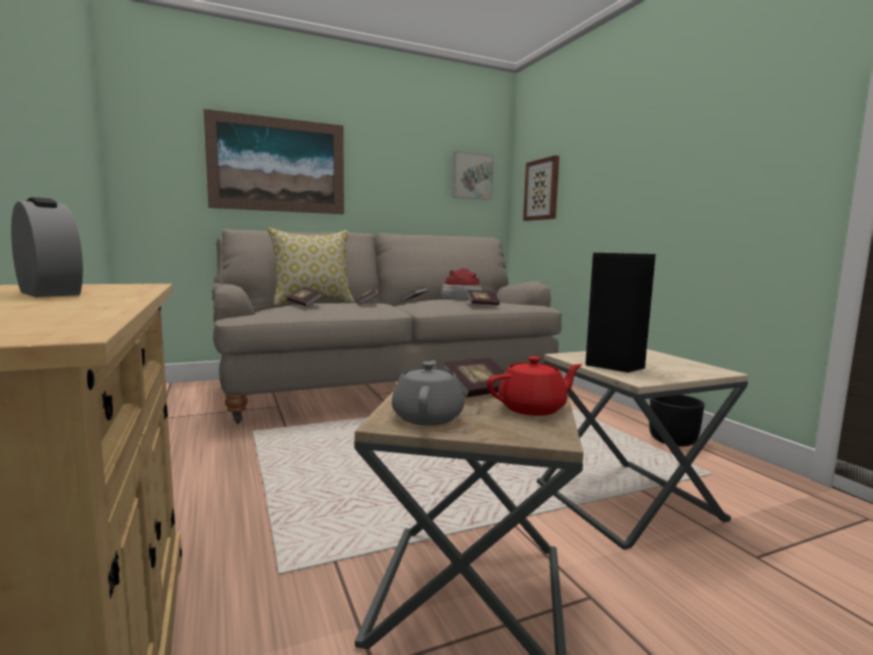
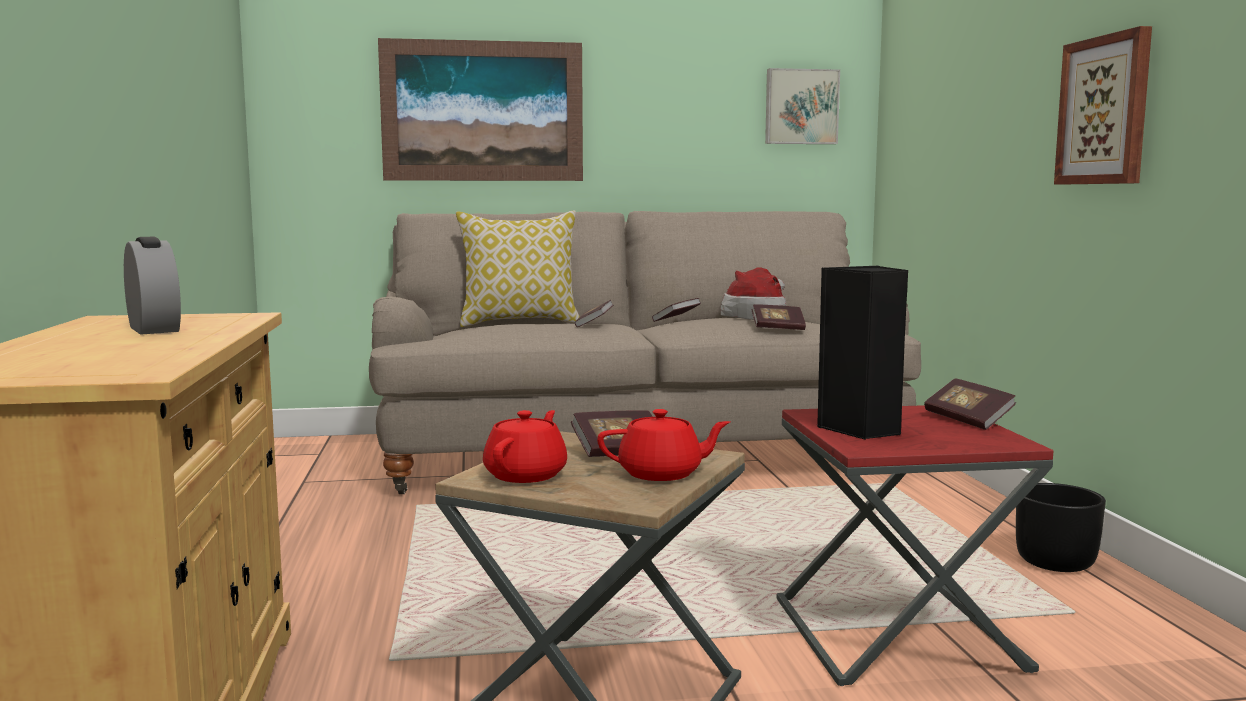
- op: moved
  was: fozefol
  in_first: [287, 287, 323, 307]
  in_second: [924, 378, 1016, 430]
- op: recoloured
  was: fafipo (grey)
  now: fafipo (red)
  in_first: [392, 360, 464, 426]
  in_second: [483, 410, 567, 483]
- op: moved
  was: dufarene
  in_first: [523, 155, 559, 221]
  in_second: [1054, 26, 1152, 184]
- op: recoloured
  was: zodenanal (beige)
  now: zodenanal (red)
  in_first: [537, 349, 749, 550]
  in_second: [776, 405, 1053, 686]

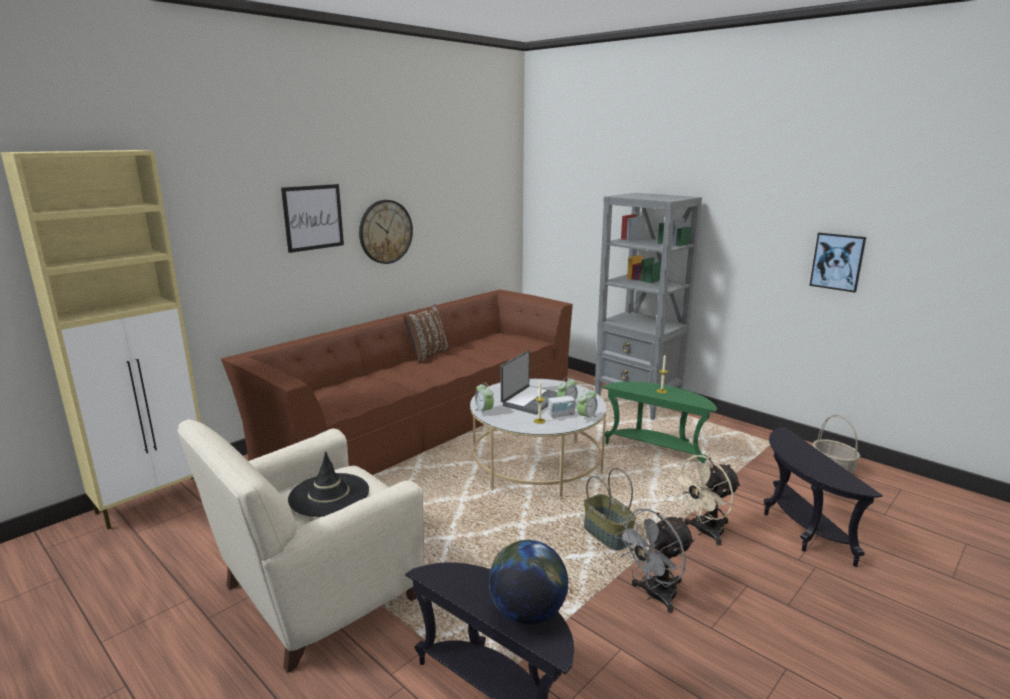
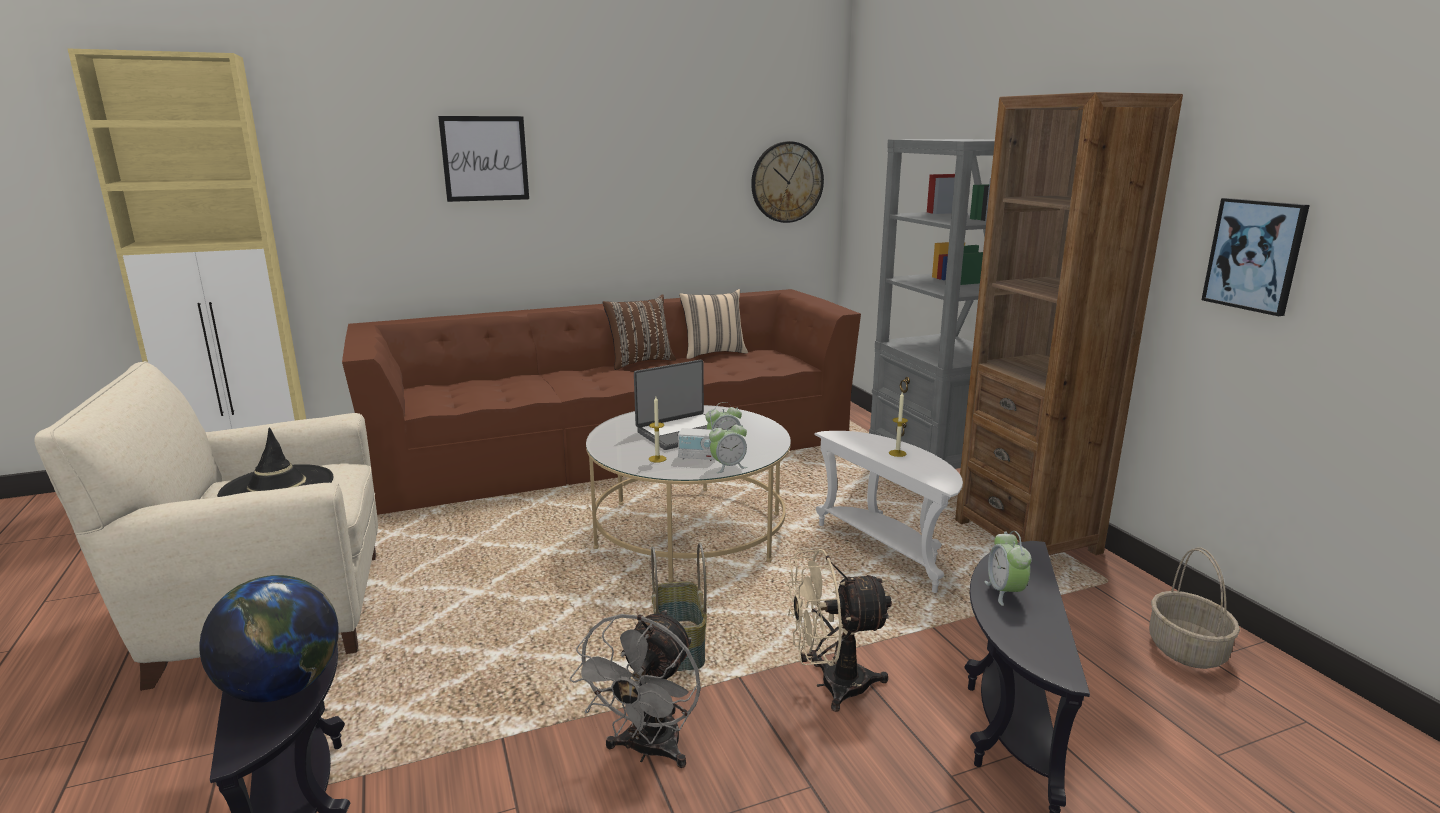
- op: moved
  was: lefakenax
  in_first: [359, 200, 413, 264]
  in_second: [751, 141, 824, 223]
- op: moved
  was: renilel
  in_first: [475, 382, 494, 417]
  in_second: [985, 531, 1031, 606]
- op: recoloured
  was: zodenanal (green)
  now: zodenanal (white)
  in_first: [603, 382, 717, 463]
  in_second: [814, 431, 963, 593]
- op: turned
  was: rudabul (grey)
  in_first: [615, 508, 695, 613]
  in_second: [570, 610, 701, 768]
  clockwise: -60
- op: added
  now: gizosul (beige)
  in_second: [679, 289, 748, 359]
- op: added
  now: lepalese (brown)
  in_second: [955, 92, 1183, 555]

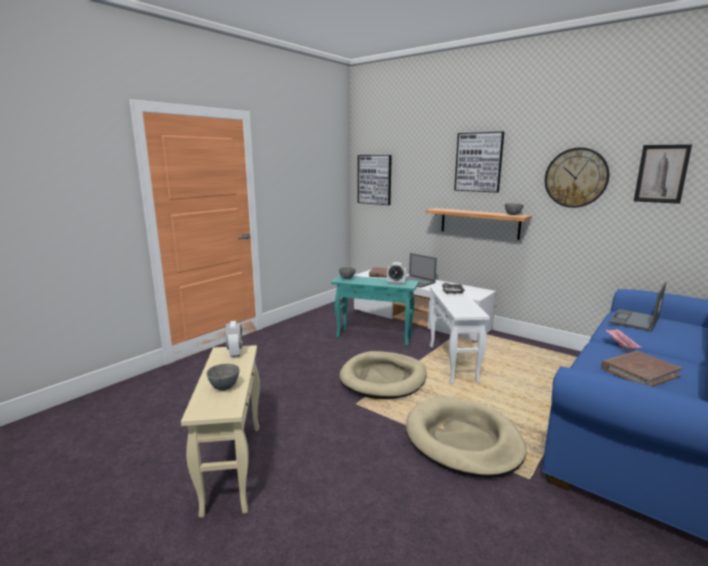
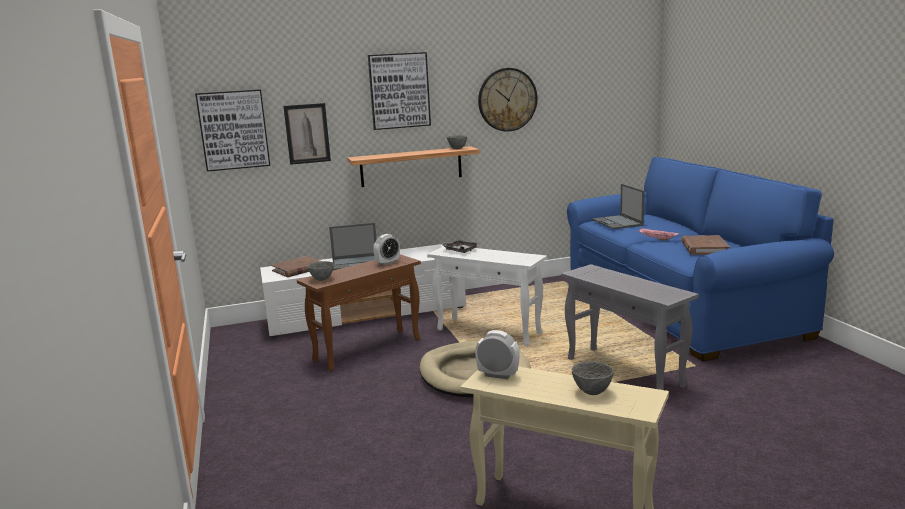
- op: recoloured
  was: zodenanal (turquoise)
  now: zodenanal (brown)
  in_first: [331, 275, 419, 346]
  in_second: [297, 254, 421, 371]
- op: replaced
  was: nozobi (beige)
  now: zodenanal (grey)
  in_first: [406, 396, 527, 478]
  in_second: [561, 264, 699, 390]
- op: moved
  was: dufarene
  in_first: [634, 144, 692, 204]
  in_second: [283, 103, 331, 165]

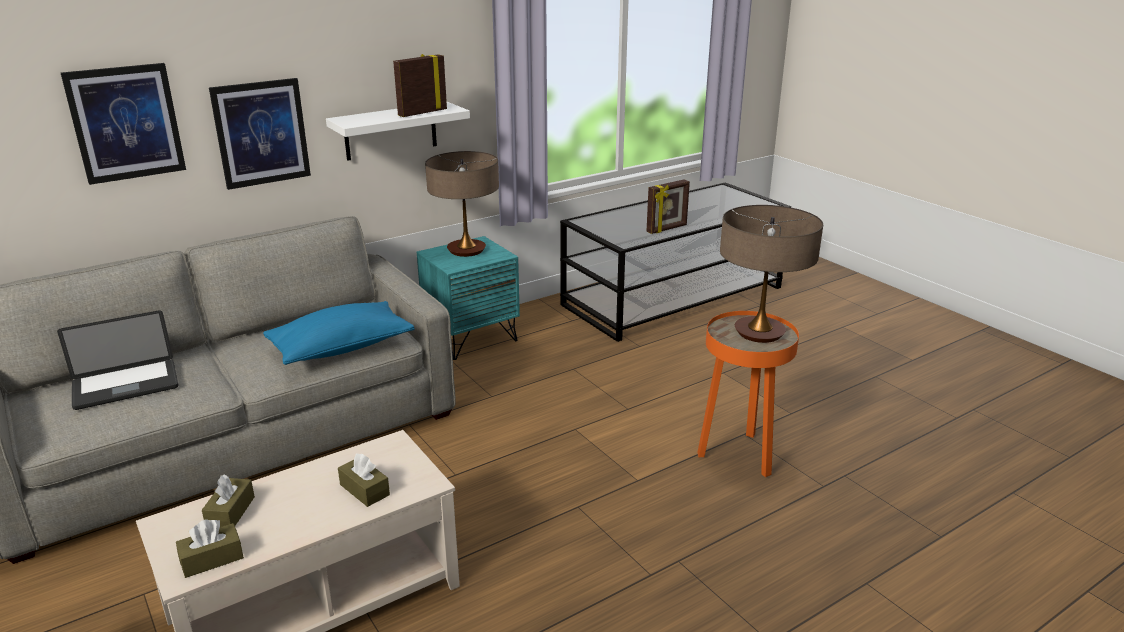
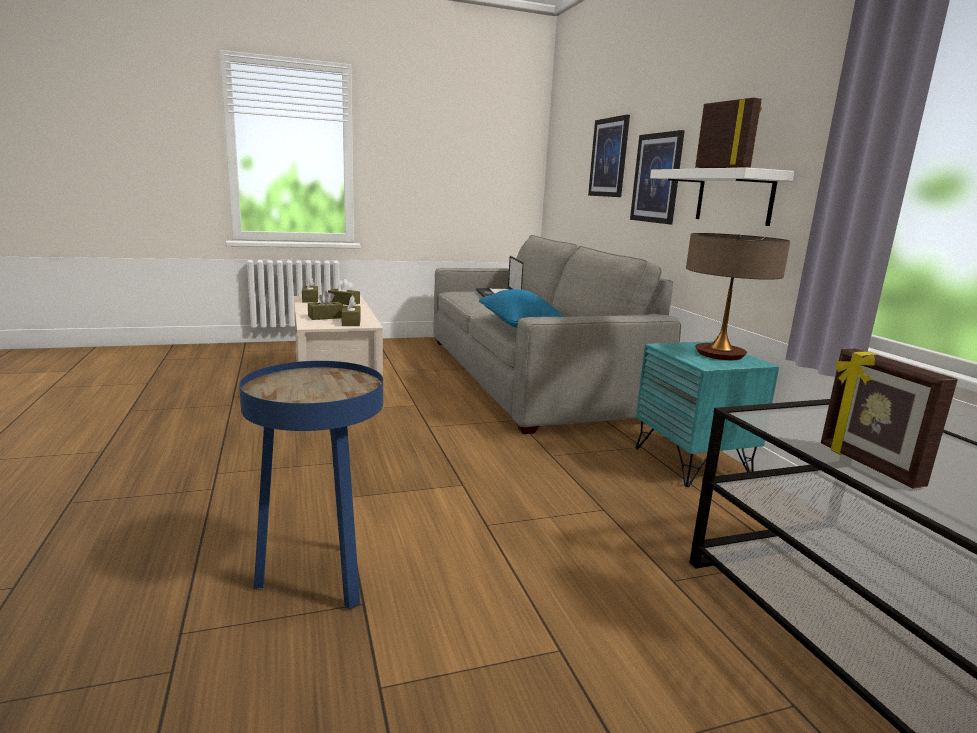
- op: recoloured
  was: zodenanal (orange)
  now: zodenanal (blue)
  in_first: [697, 311, 799, 477]
  in_second: [239, 361, 383, 610]
- op: removed
  was: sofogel
  in_first: [720, 205, 823, 343]
- op: added
  now: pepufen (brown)
  in_second: [341, 295, 361, 326]

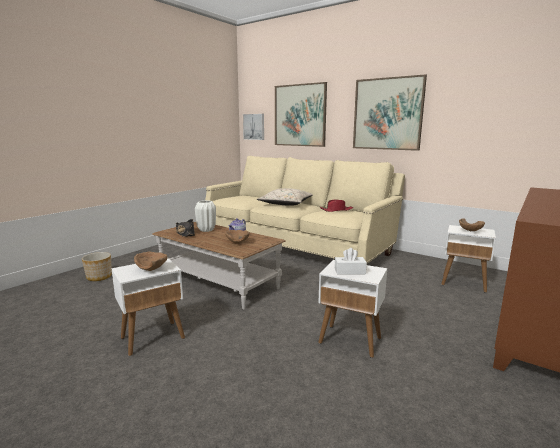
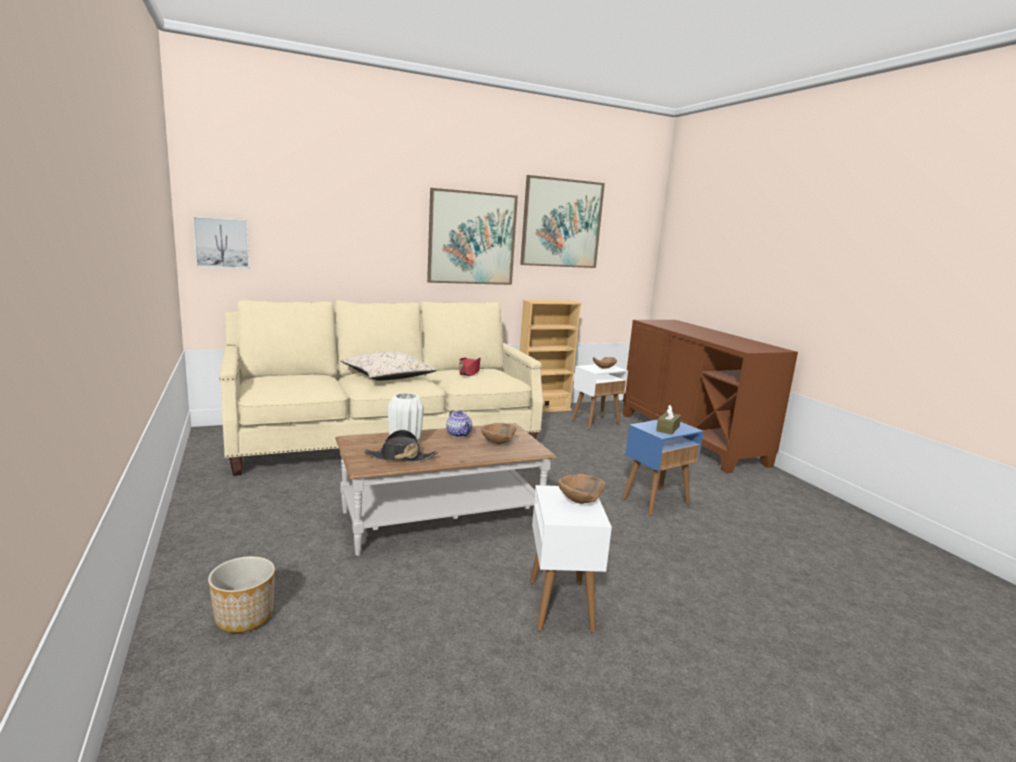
- op: moved
  was: dufarene
  in_first: [275, 82, 327, 147]
  in_second: [520, 175, 605, 268]
- op: recoloured
  was: zodenanal (white)
  now: zodenanal (blue)
  in_first: [318, 260, 387, 358]
  in_second: [622, 420, 704, 515]
- op: recoloured
  was: pepufen (white)
  now: pepufen (brown)
  in_first: [335, 248, 367, 275]
  in_second: [656, 405, 681, 435]
- op: added
  now: lepalese (beige)
  in_second: [520, 300, 582, 413]

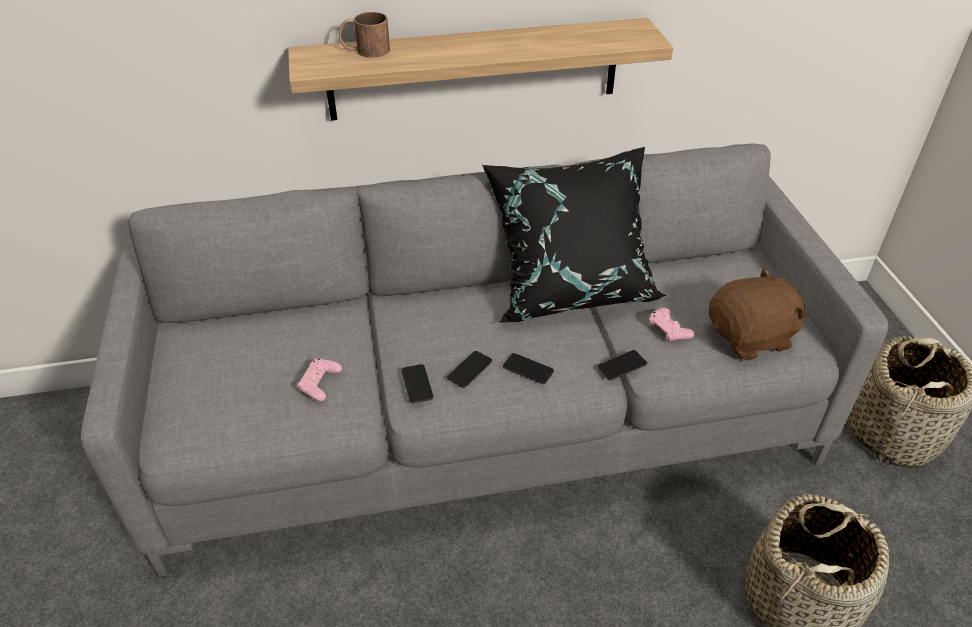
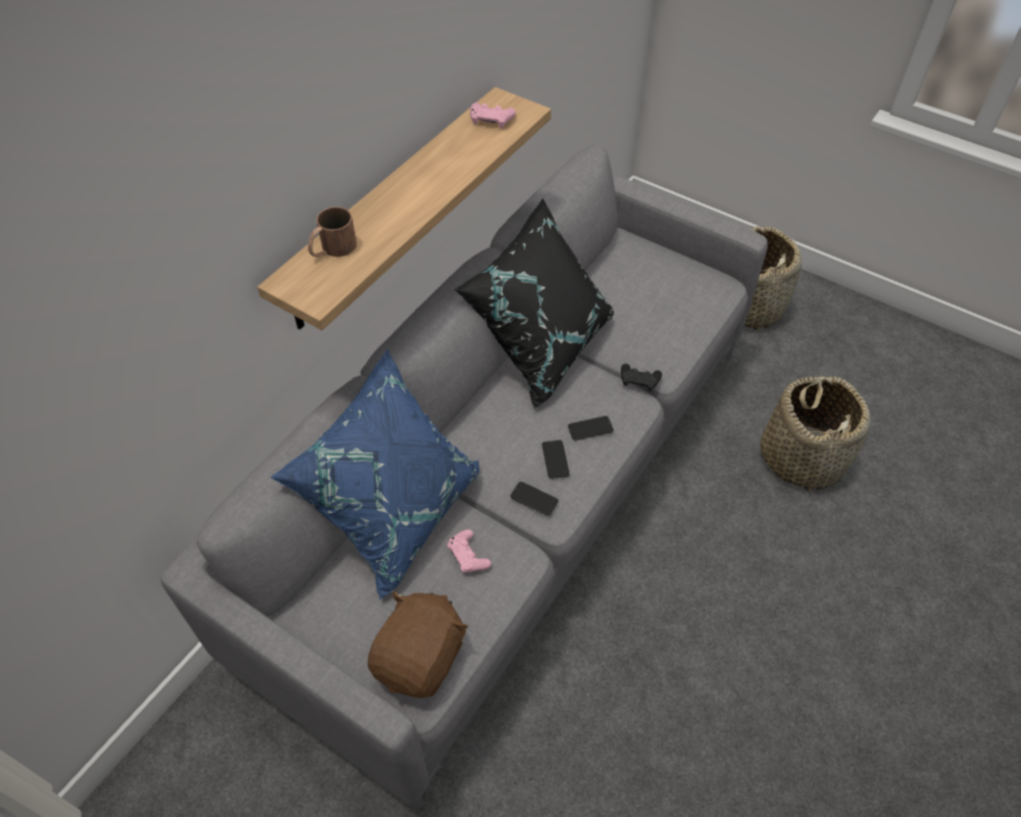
- op: replaced
  was: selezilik
  now: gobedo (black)
  in_first: [597, 350, 647, 380]
  in_second: [621, 363, 662, 391]
- op: moved
  was: gobedo (pink)
  in_first: [649, 308, 695, 342]
  in_second: [470, 103, 516, 129]
- op: moved
  was: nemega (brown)
  in_first: [709, 268, 808, 361]
  in_second: [368, 591, 468, 698]
- op: added
  now: gizosul (blue)
  in_second: [270, 349, 479, 600]

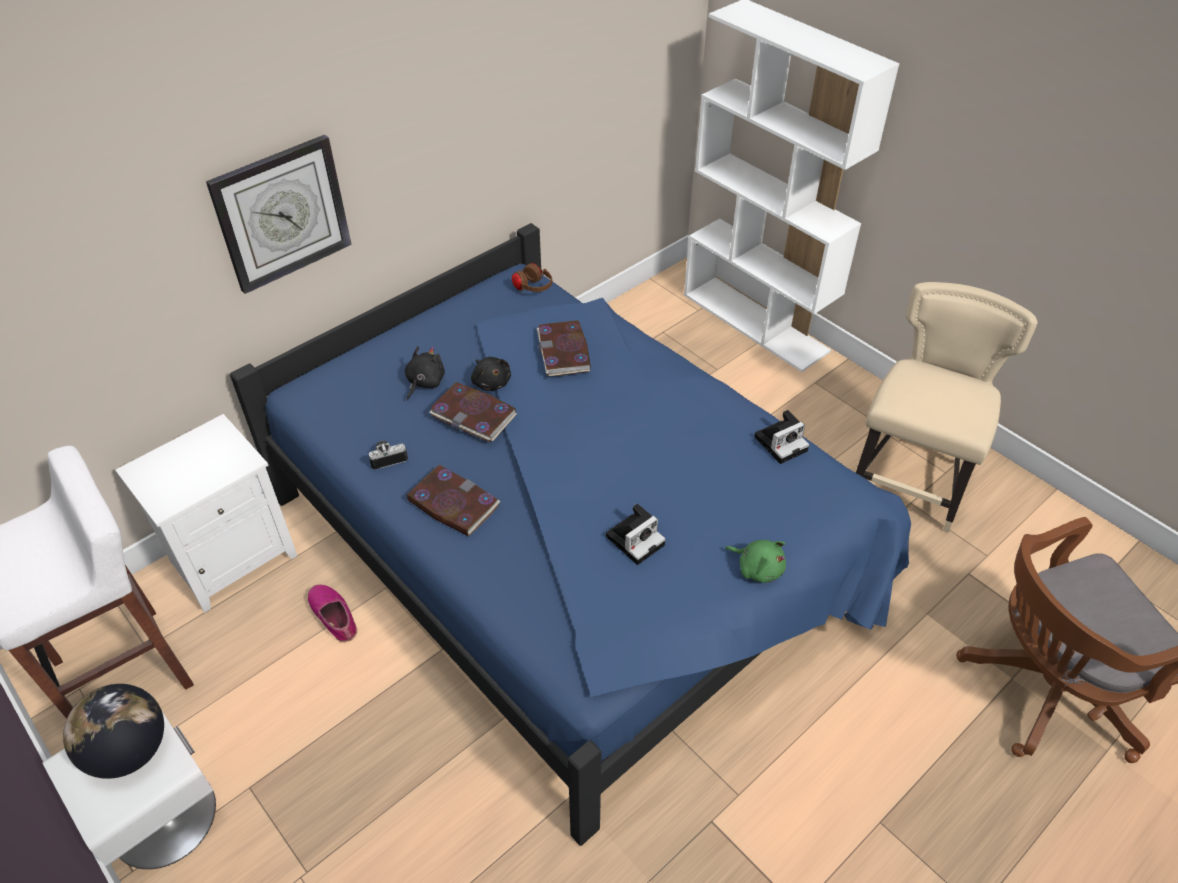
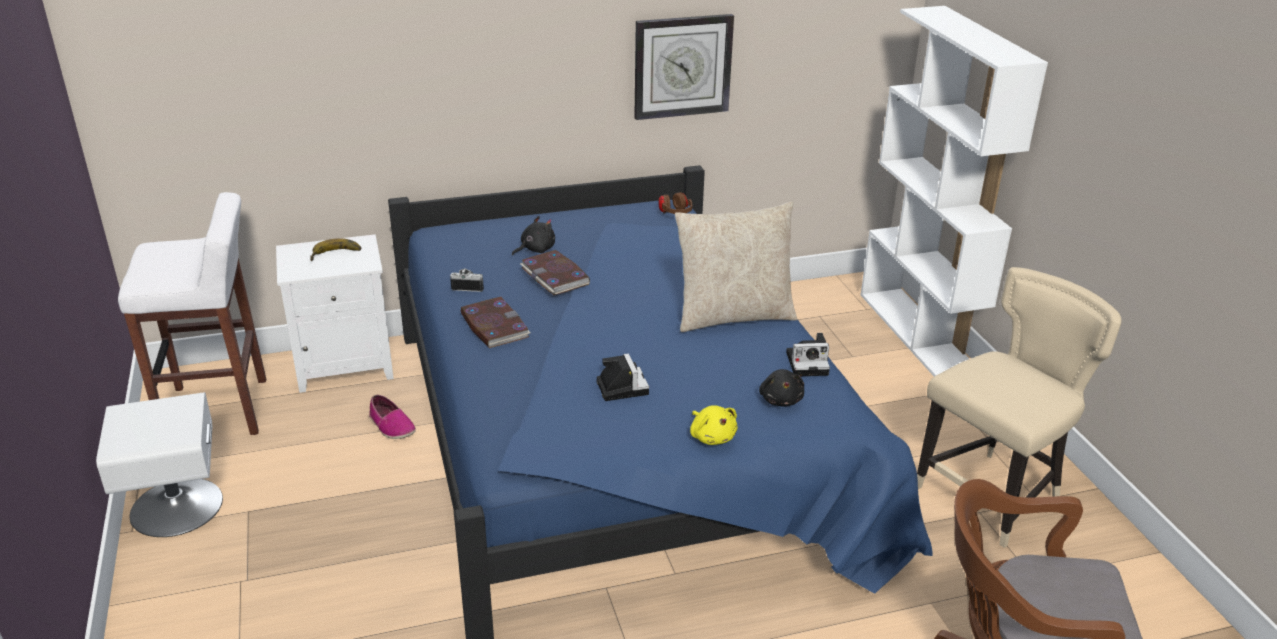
- op: removed
  was: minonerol
  in_first: [63, 684, 164, 779]
- op: moved
  was: lefakenax
  in_first: [206, 135, 352, 294]
  in_second: [634, 14, 734, 120]
- op: turned
  was: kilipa
  in_first: [308, 585, 357, 642]
  in_second: [369, 395, 416, 439]
  clockwise: 150
- op: moved
  was: nemega (black)
  in_first: [471, 357, 511, 391]
  in_second: [759, 369, 804, 406]
- op: removed
  was: fozefol
  in_first: [537, 320, 591, 377]
- op: turned
  was: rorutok
  in_first: [606, 504, 666, 565]
  in_second: [596, 353, 649, 401]
  clockwise: -90
- op: recoloured
  was: nemega (green)
  now: nemega (yellow)
  in_first: [725, 540, 786, 583]
  in_second: [690, 405, 737, 445]
- op: added
  now: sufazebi
  in_second: [310, 238, 361, 261]
- op: added
  now: gizosul (beige)
  in_second: [675, 202, 797, 332]

